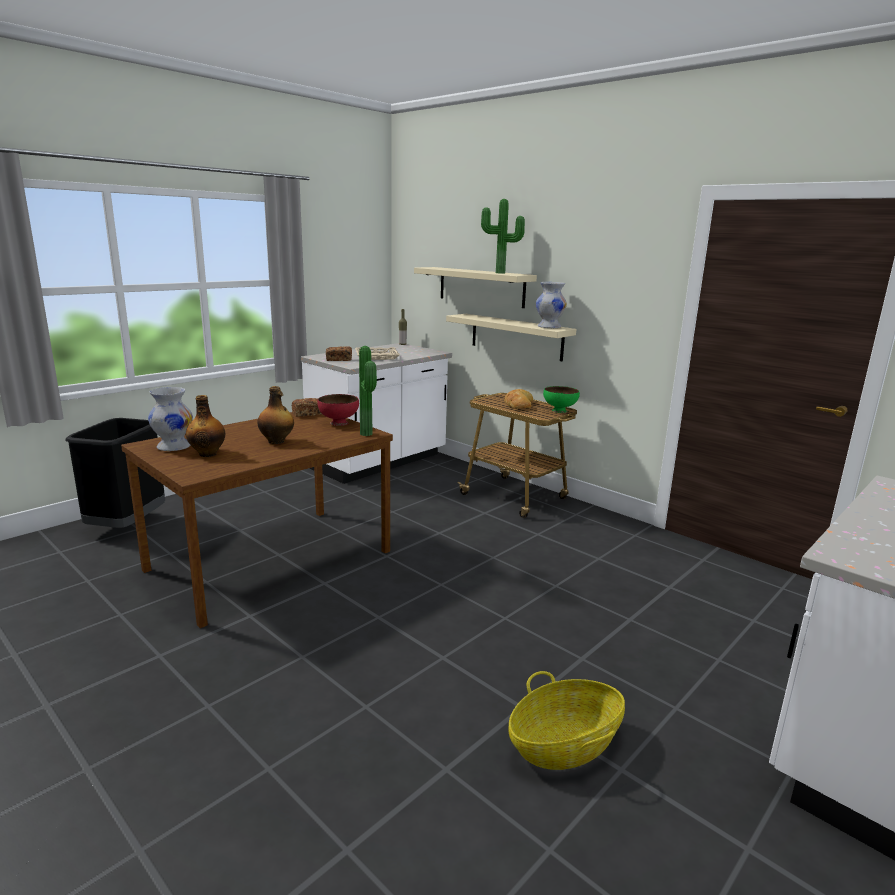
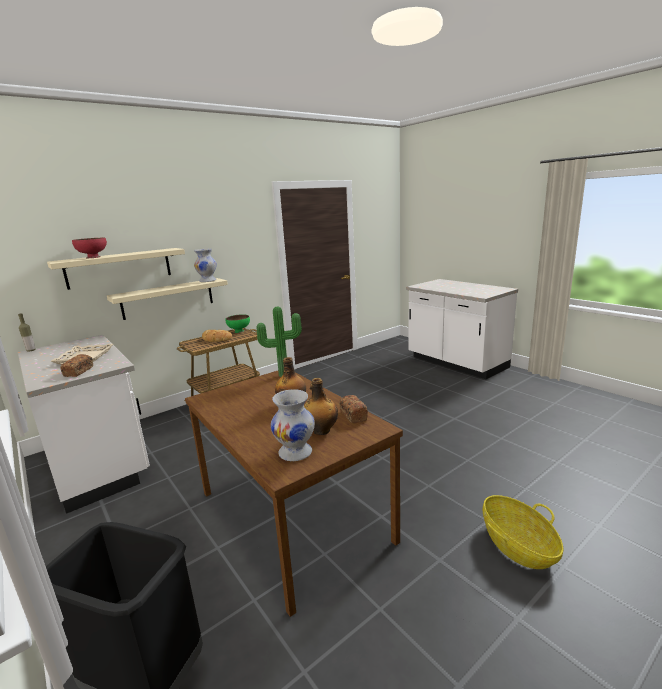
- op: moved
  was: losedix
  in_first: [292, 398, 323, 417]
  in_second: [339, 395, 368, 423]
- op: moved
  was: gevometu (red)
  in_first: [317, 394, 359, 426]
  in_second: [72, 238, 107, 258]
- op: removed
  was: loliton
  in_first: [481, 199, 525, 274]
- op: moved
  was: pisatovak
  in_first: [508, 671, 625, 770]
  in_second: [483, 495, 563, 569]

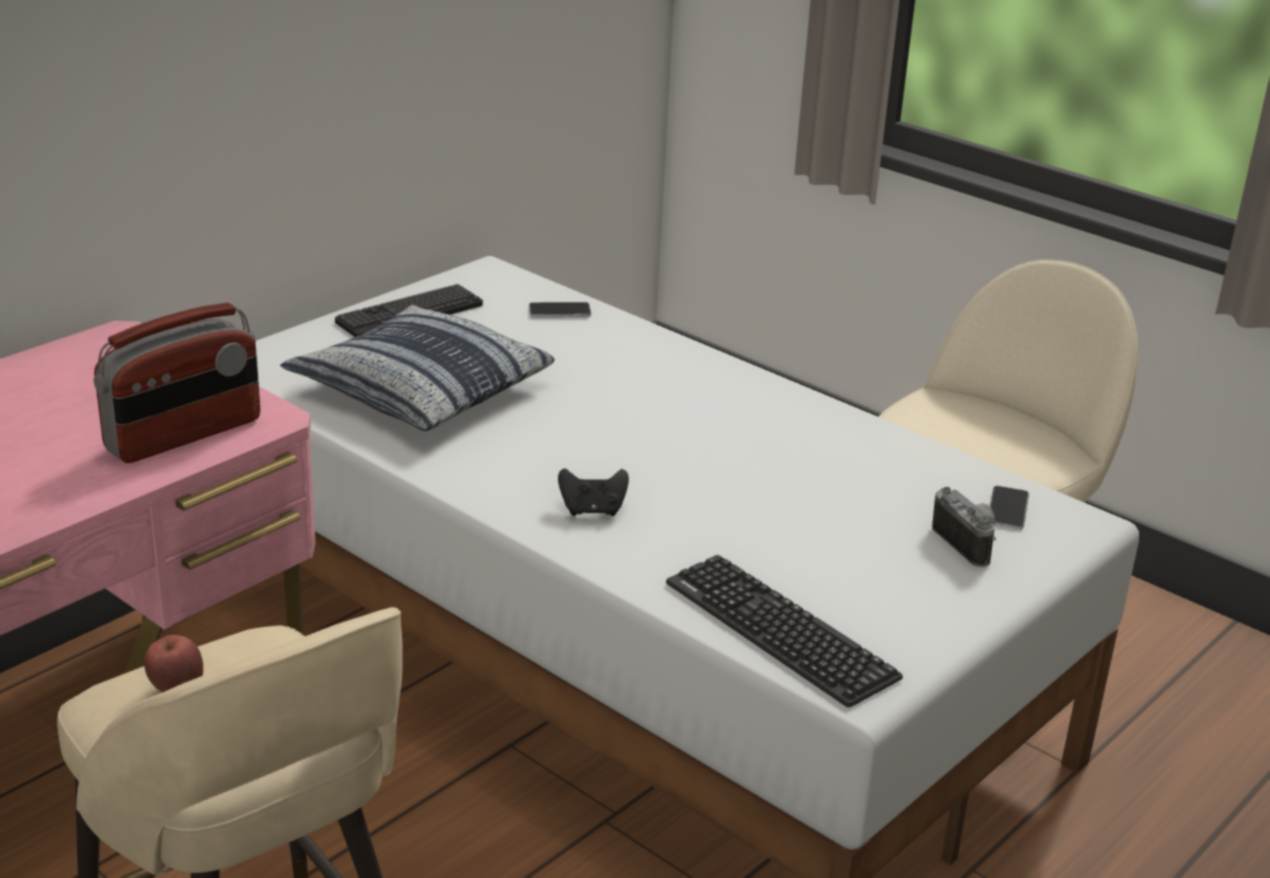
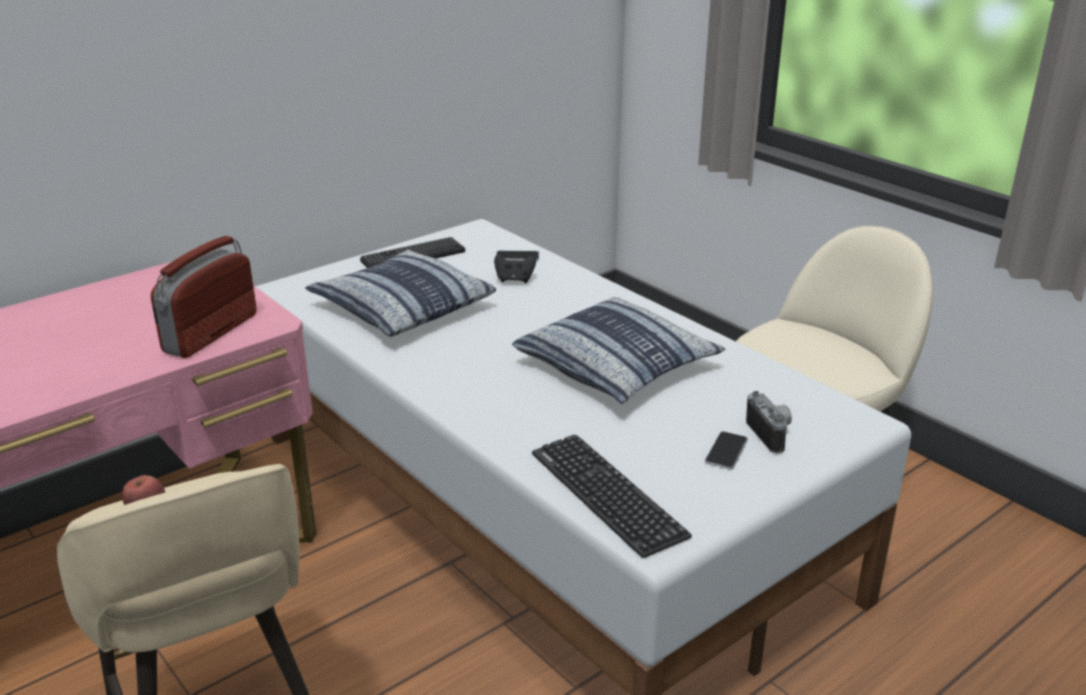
- op: turned
  was: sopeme
  in_first: [94, 303, 260, 463]
  in_second: [151, 236, 257, 358]
  clockwise: 150
- op: moved
  was: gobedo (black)
  in_first: [558, 468, 629, 516]
  in_second: [494, 255, 536, 283]
- op: moved
  was: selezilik
  in_first: [990, 486, 1029, 529]
  in_second: [705, 431, 748, 470]
- op: added
  now: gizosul
  in_second: [512, 297, 725, 404]

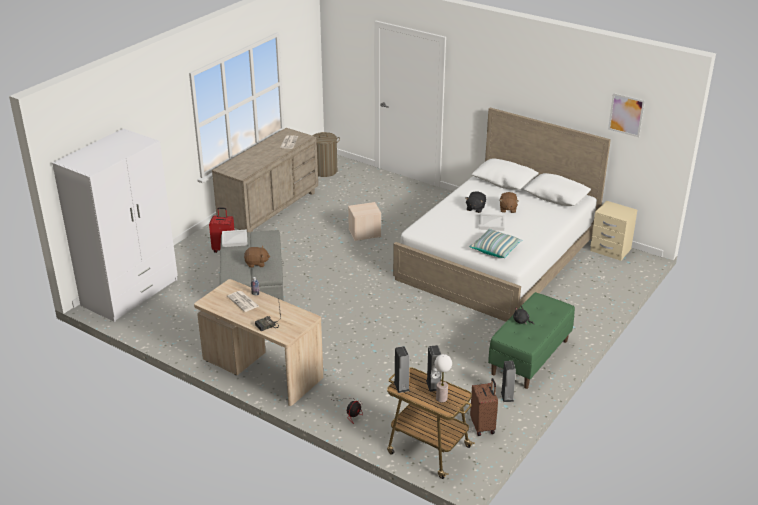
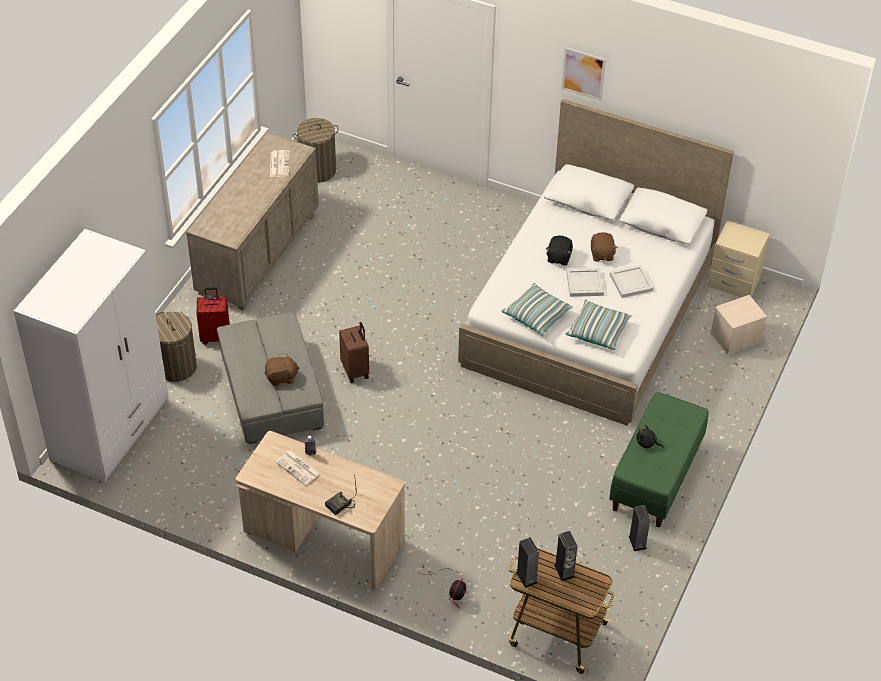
- op: moved
  was: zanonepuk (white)
  in_first: [222, 229, 248, 247]
  in_second: [610, 265, 654, 298]
- op: moved
  was: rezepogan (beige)
  in_first: [348, 202, 381, 241]
  in_second: [711, 295, 767, 355]
- op: removed
  was: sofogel
  in_first: [435, 354, 452, 402]
- op: moved
  was: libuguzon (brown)
  in_first: [470, 378, 498, 436]
  in_second: [339, 322, 369, 383]
- op: moved
  was: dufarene
  in_first: [608, 93, 645, 137]
  in_second: [561, 47, 606, 101]
- op: added
  now: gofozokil
  in_second: [156, 312, 197, 382]
- op: added
  now: gizosul
  in_second: [502, 283, 573, 335]

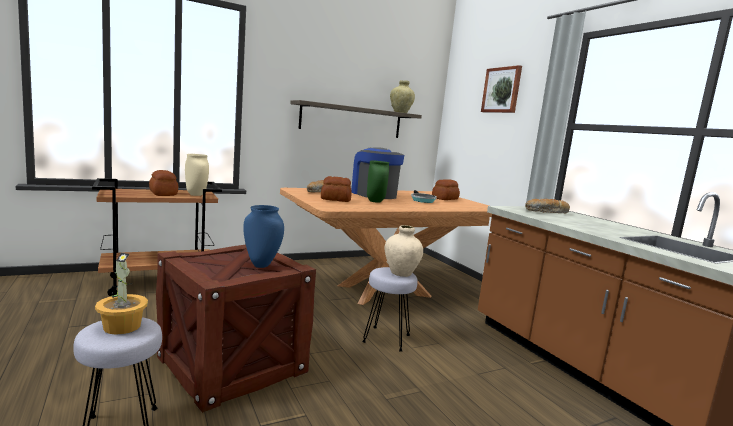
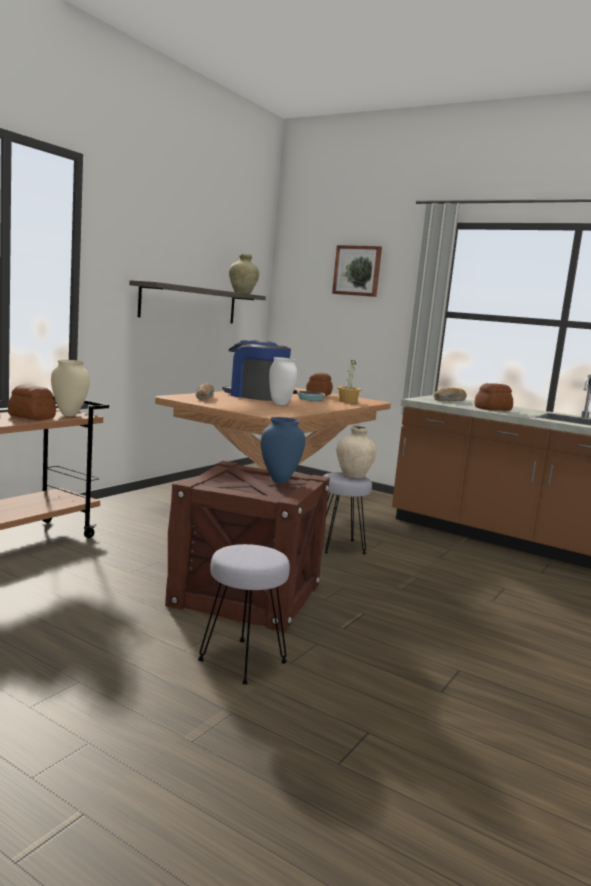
- op: moved
  was: loliton
  in_first: [95, 253, 148, 335]
  in_second: [337, 360, 362, 403]
- op: moved
  was: losedix
  in_first: [321, 176, 352, 202]
  in_second: [475, 383, 513, 411]
- op: recoloured
  was: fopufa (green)
  now: fopufa (white)
  in_first: [367, 161, 389, 203]
  in_second: [269, 357, 297, 405]

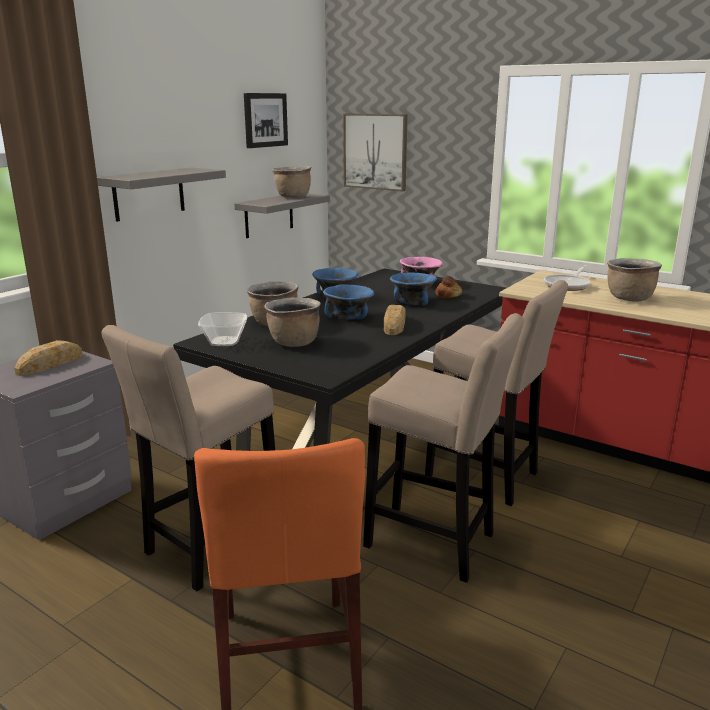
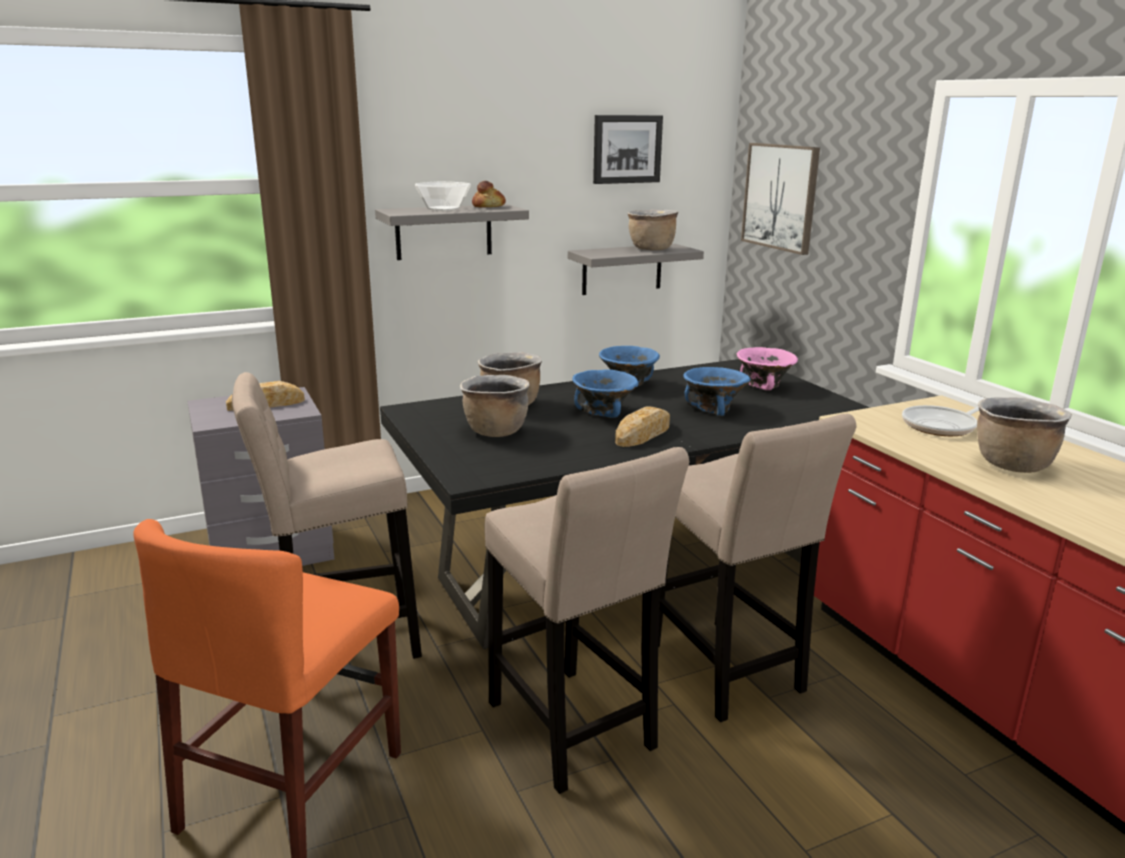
- op: moved
  was: gevometu
  in_first: [198, 312, 247, 346]
  in_second: [415, 181, 471, 211]
- op: moved
  was: losedix
  in_first: [435, 276, 462, 298]
  in_second: [472, 181, 506, 207]

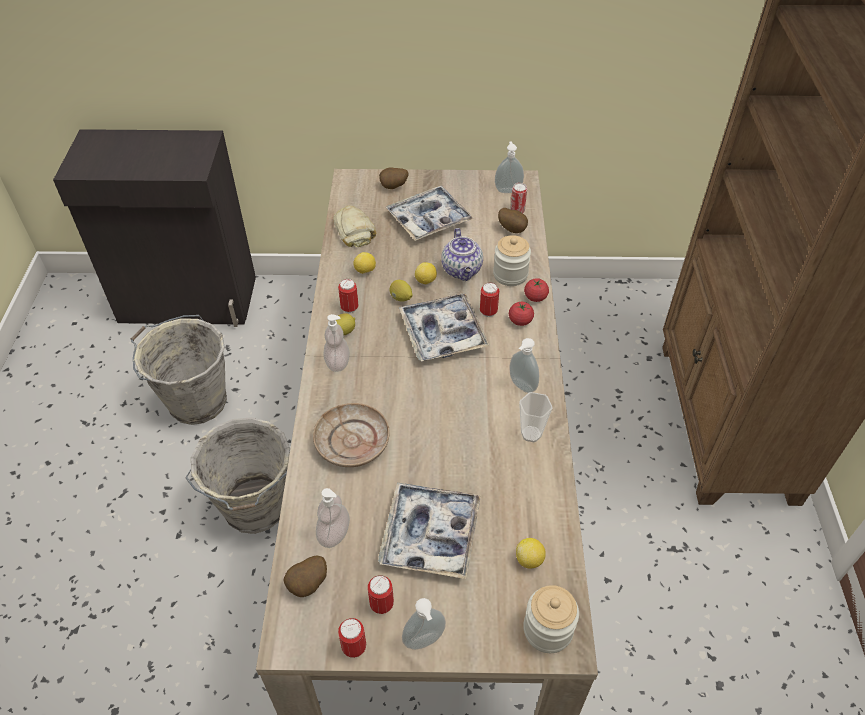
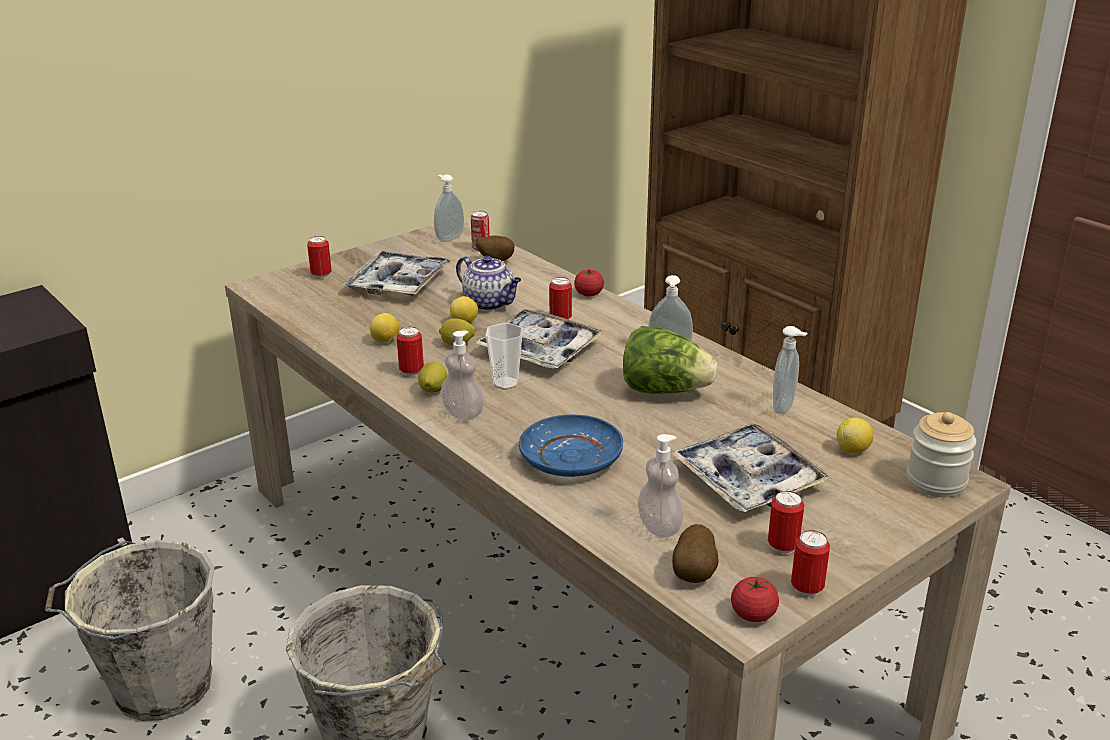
- op: recoloured
  was: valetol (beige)
  now: valetol (blue)
  in_first: [313, 403, 390, 467]
  in_second: [519, 414, 623, 477]
- op: removed
  was: losedix
  in_first: [333, 206, 376, 247]
- op: replaced
  was: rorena
  now: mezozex
  in_first: [379, 167, 408, 189]
  in_second: [307, 236, 332, 279]
- op: moved
  was: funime
  in_first: [402, 598, 446, 650]
  in_second: [773, 326, 807, 414]
- op: removed
  was: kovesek
  in_first: [493, 235, 531, 286]
- op: moved
  was: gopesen
  in_first: [509, 302, 534, 326]
  in_second: [731, 577, 779, 622]
- op: moved
  was: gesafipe
  in_first: [519, 392, 552, 442]
  in_second: [486, 323, 523, 390]
- op: added
  now: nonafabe
  in_second: [623, 326, 718, 394]

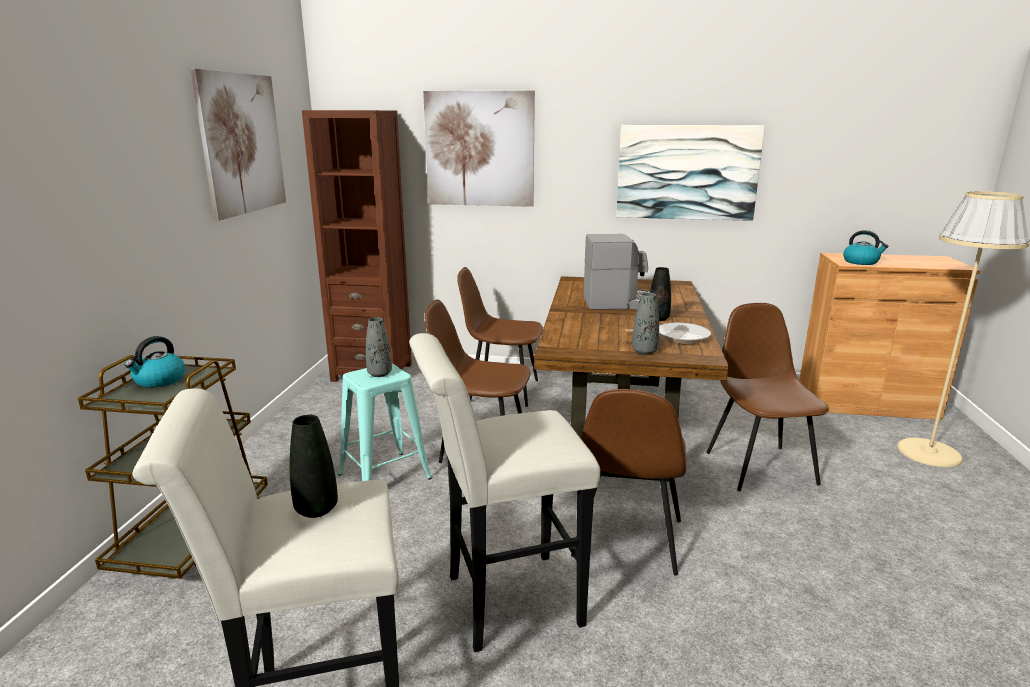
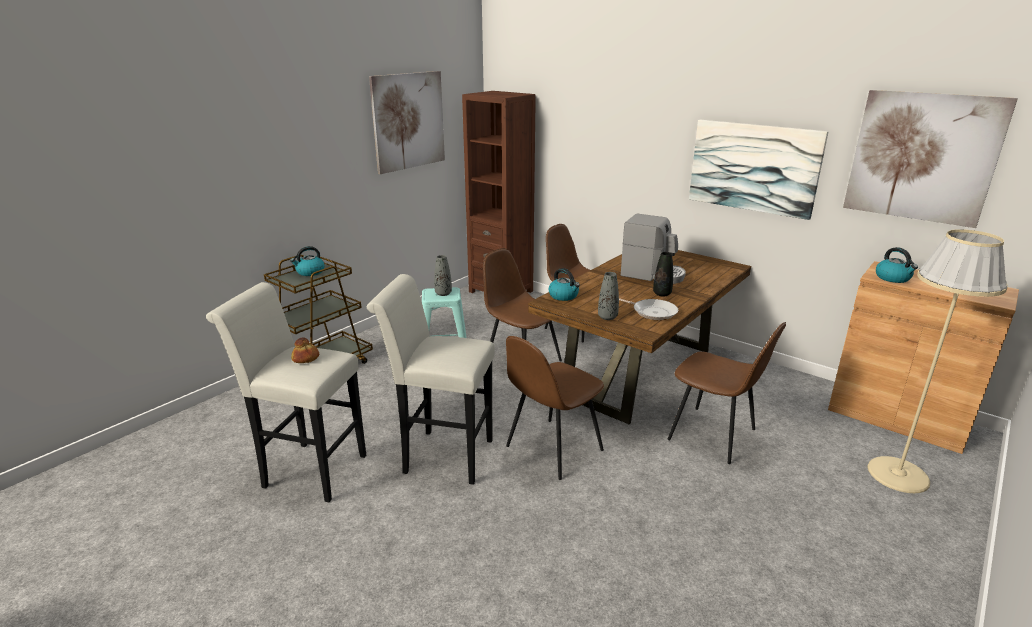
- op: replaced
  was: fopufa (black)
  now: losedix
  in_first: [290, 415, 338, 518]
  in_second: [291, 337, 319, 363]
- op: moved
  was: dufarene
  in_first: [423, 91, 535, 207]
  in_second: [843, 90, 1018, 228]
- op: turned
  was: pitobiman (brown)
  in_first: [706, 303, 829, 491]
  in_second: [668, 322, 786, 464]
  clockwise: 105
- op: added
  now: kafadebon
  in_second: [548, 268, 580, 301]

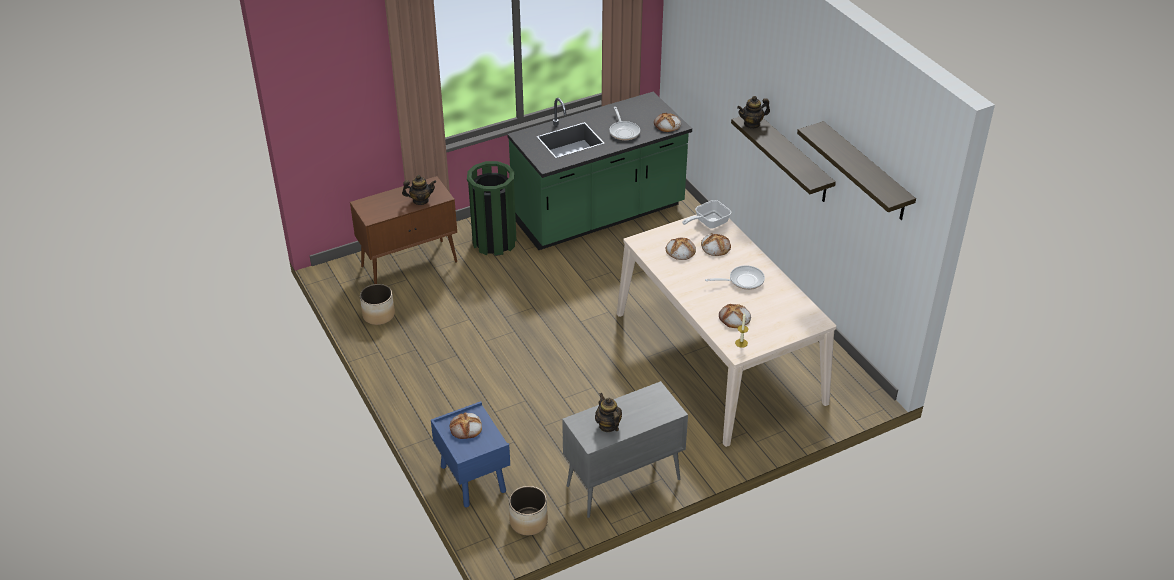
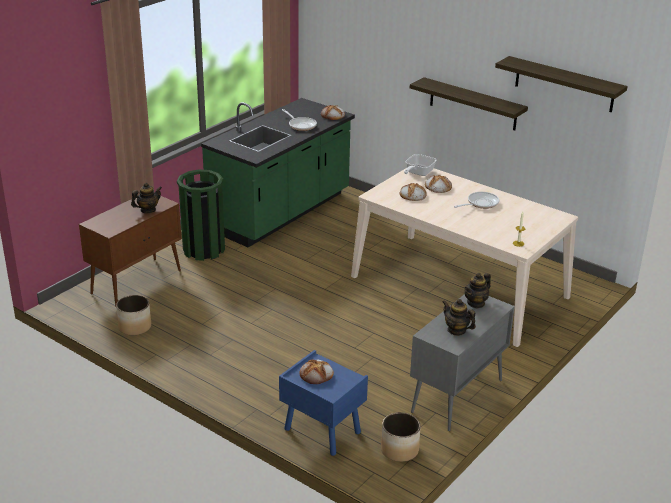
- op: removed
  was: losedix
  in_first: [719, 304, 751, 328]
- op: moved
  was: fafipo
  in_first: [737, 96, 770, 129]
  in_second: [464, 273, 491, 308]

